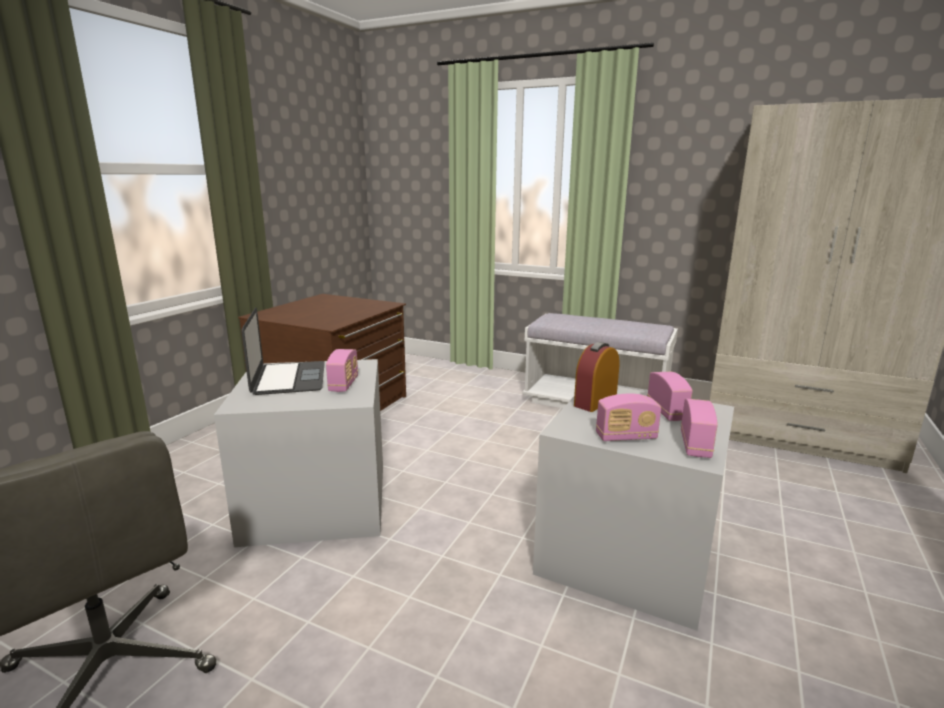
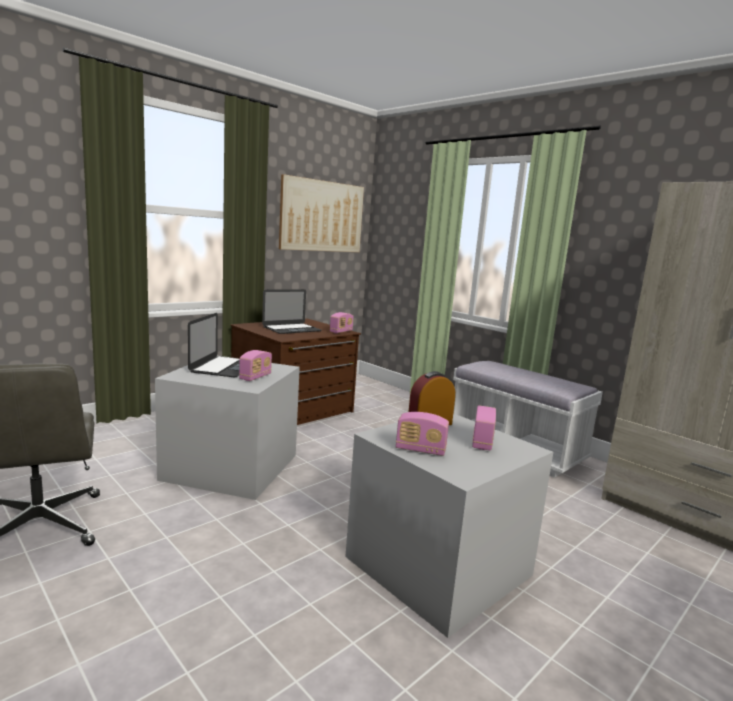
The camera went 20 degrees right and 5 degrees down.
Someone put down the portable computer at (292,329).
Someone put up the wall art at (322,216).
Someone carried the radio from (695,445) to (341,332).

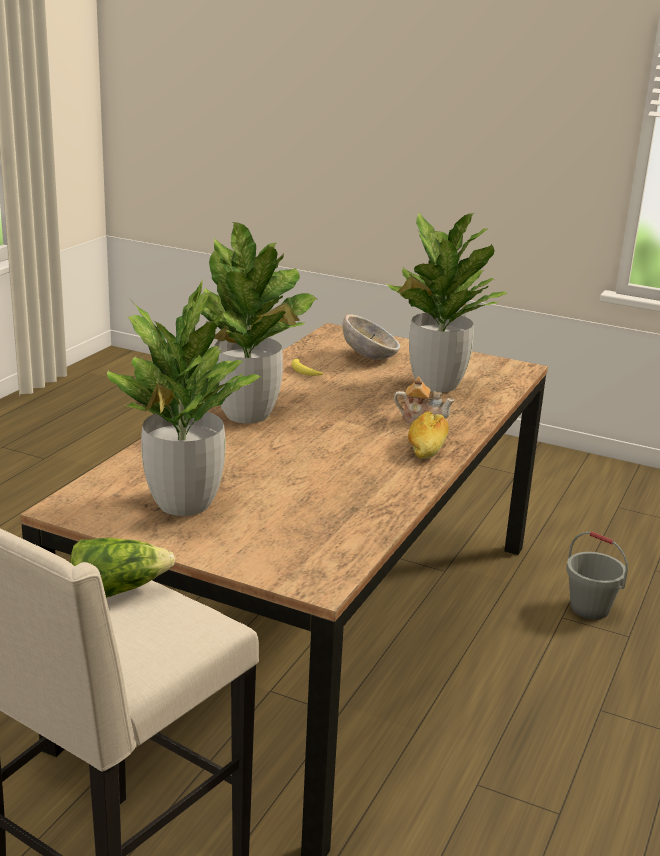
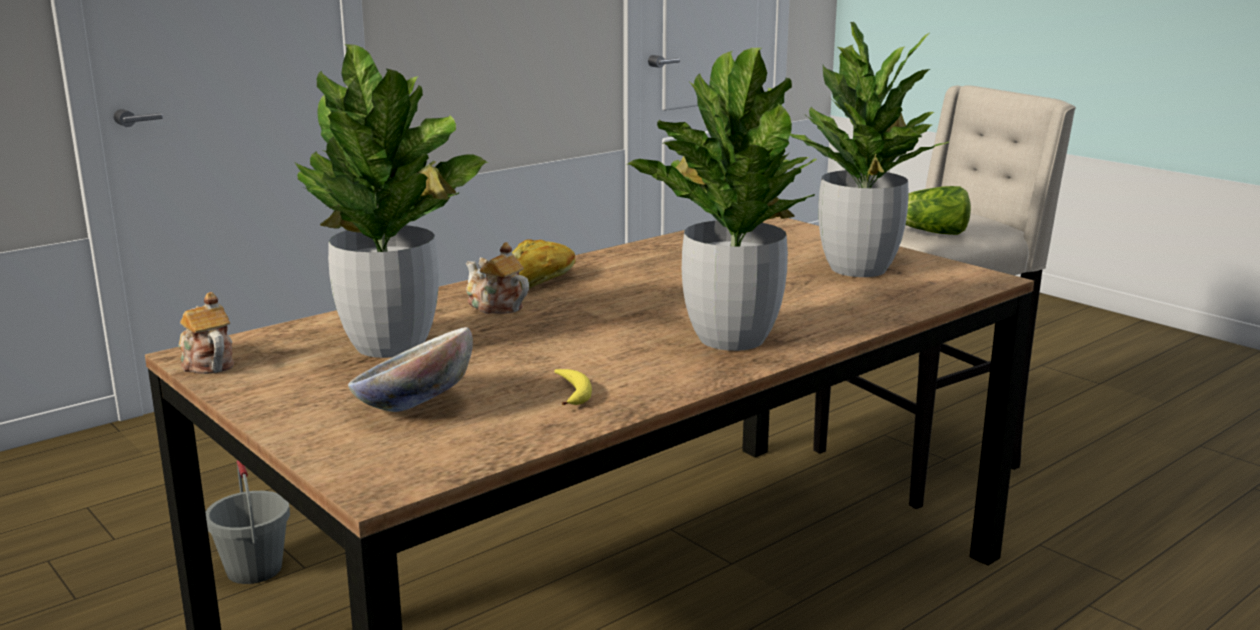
The camera went 155 degrees left and 5 degrees down.
Someone put down the pot for tea at (207,363).

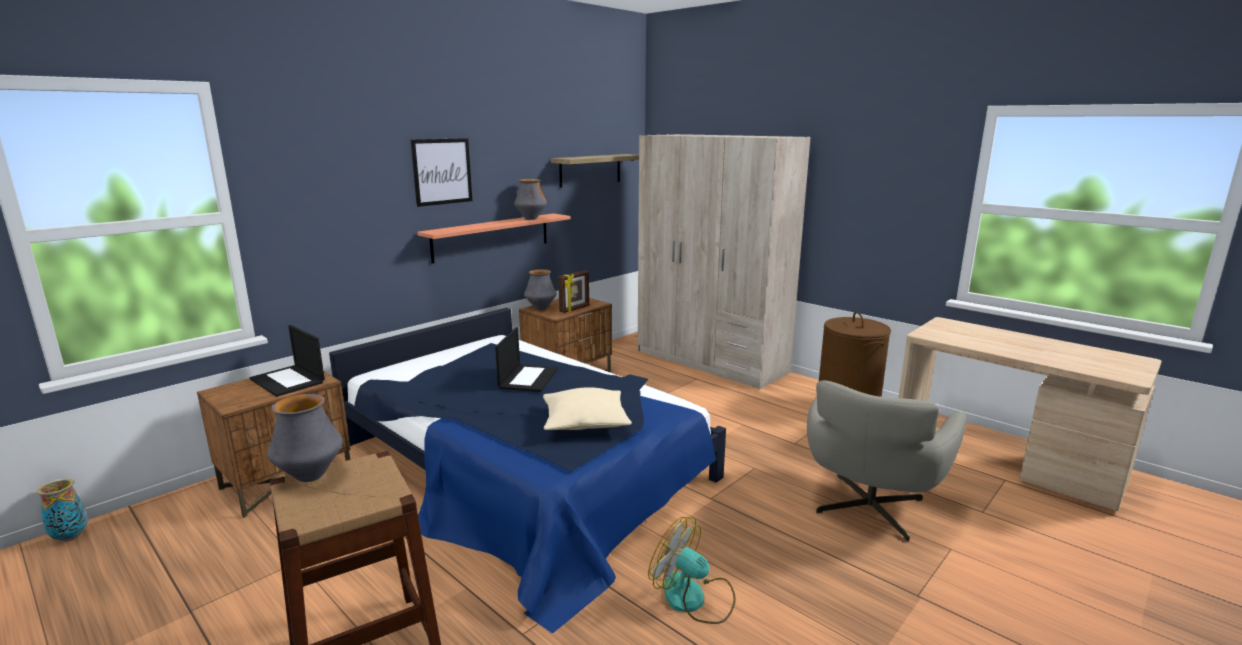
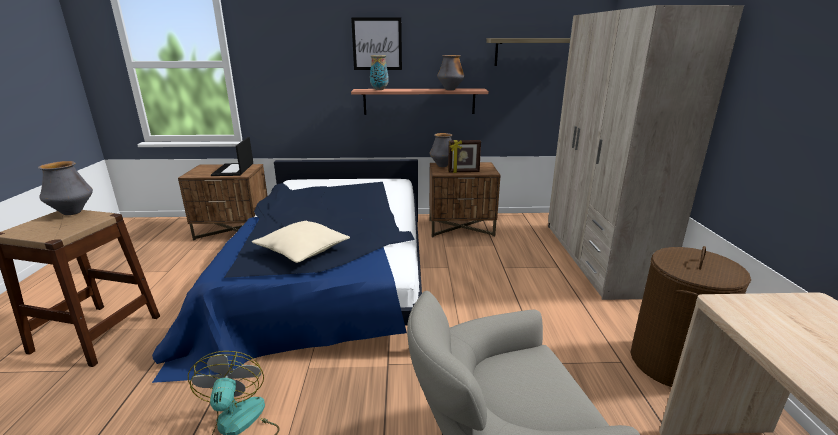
The camera went 45 degrees right and 5 degrees up.
Someone took away the portable computer at (528,378).
Someone carried the flower vase from (71,536) to (379,89).

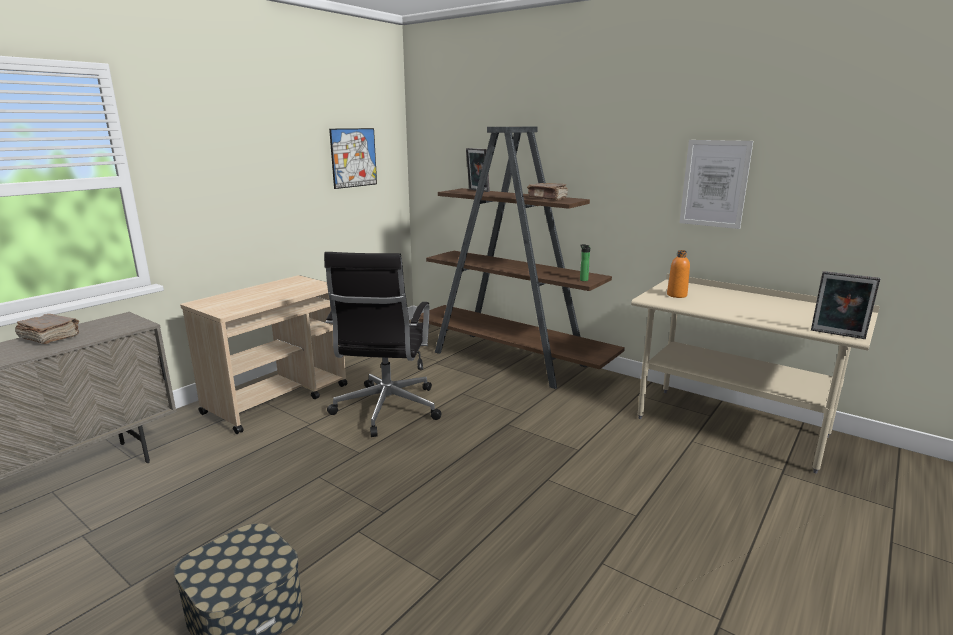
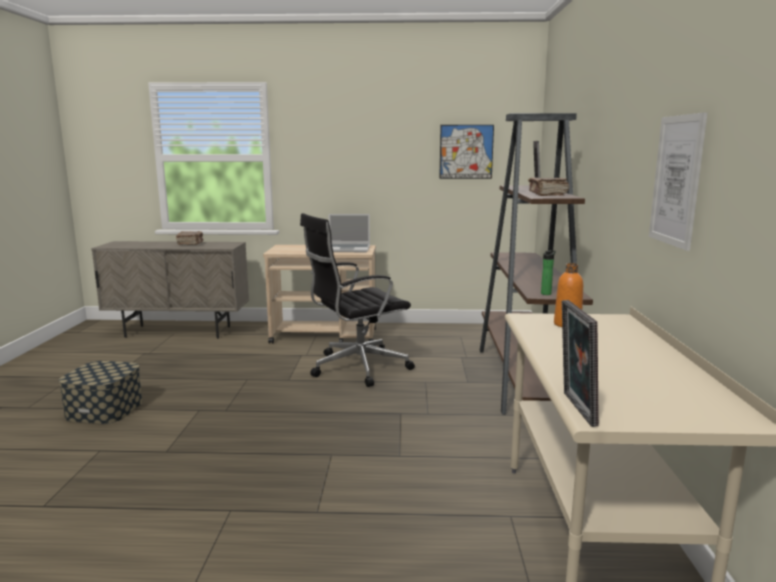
The camera went 55 degrees right and 5 degrees down.
Someone put down the portable computer at (348,249).

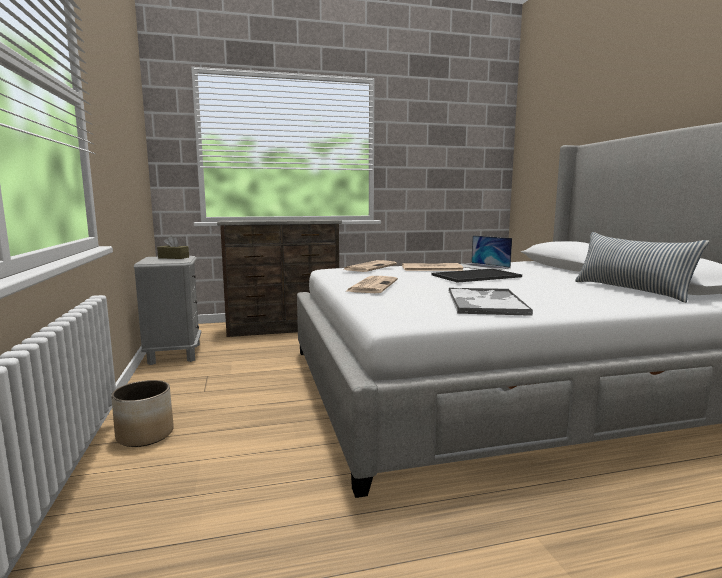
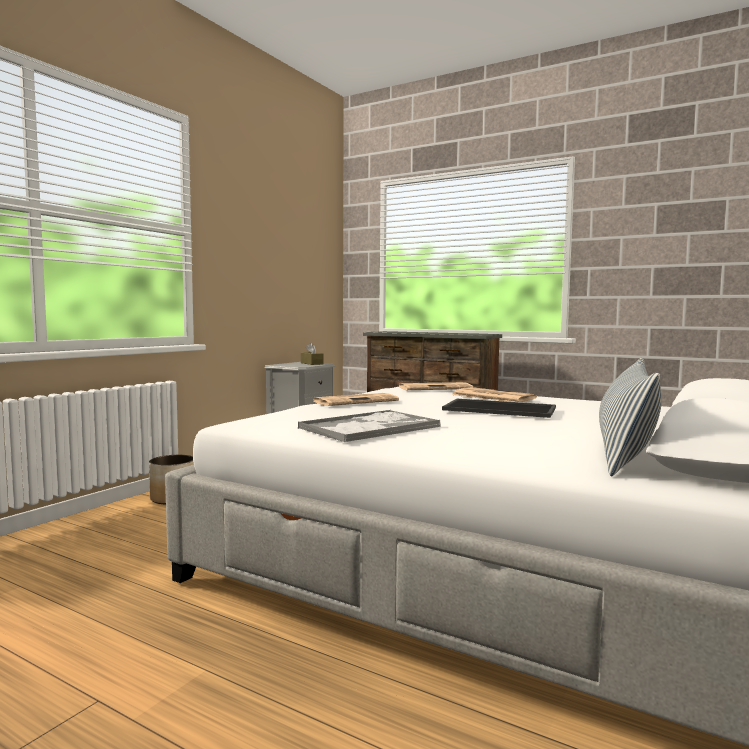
The camera went 45 degrees right and 5 degrees down.
Someone took away the portable computer at (481,267).

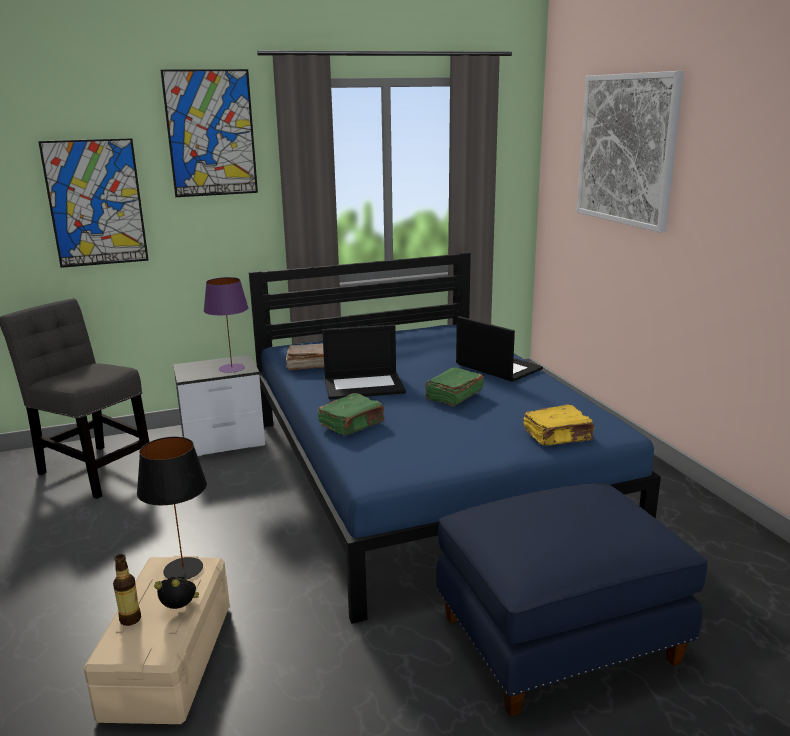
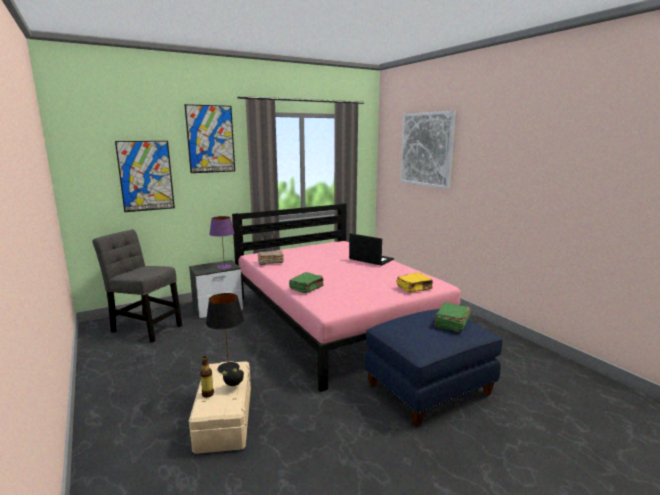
The camera went 10 degrees left and 5 degrees down.
Someone took away the portable computer at (364,386).
Someone carried the green bound book from (453,396) to (451,323).
Someone repainted the blue-coloured bedroom bed at (425,476), which became the pink bedroom bed at (336,319).

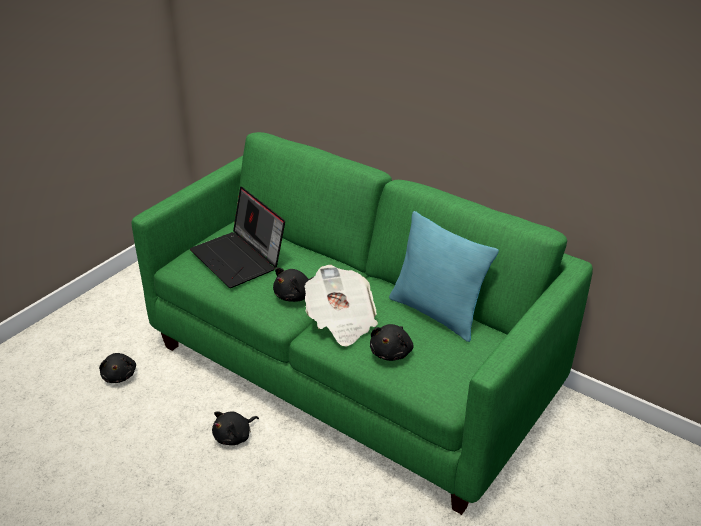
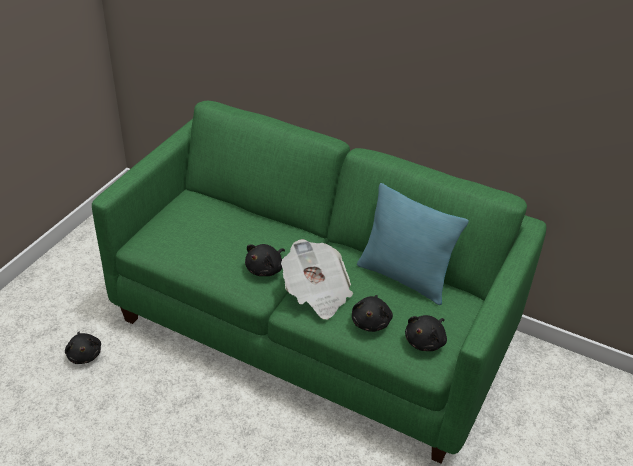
The camera went 10 degrees left and 5 degrees up.
Someone took away the portable computer at (240,258).
Someone carried the black-coloured plush toy from (234,436) to (426,341).

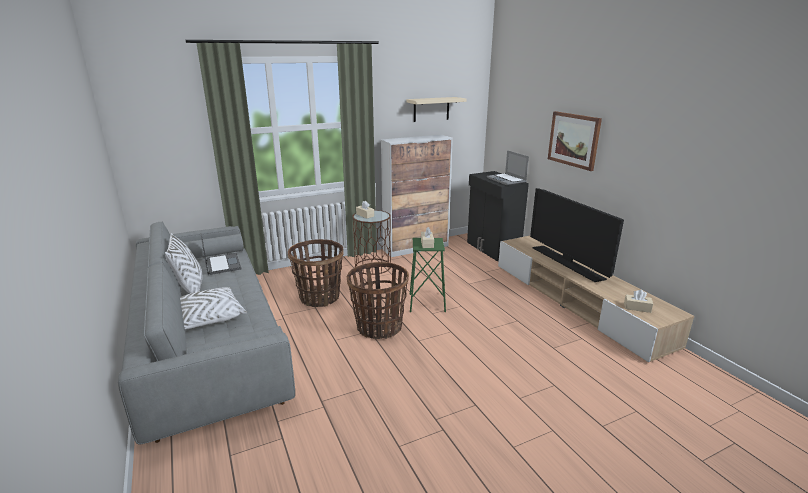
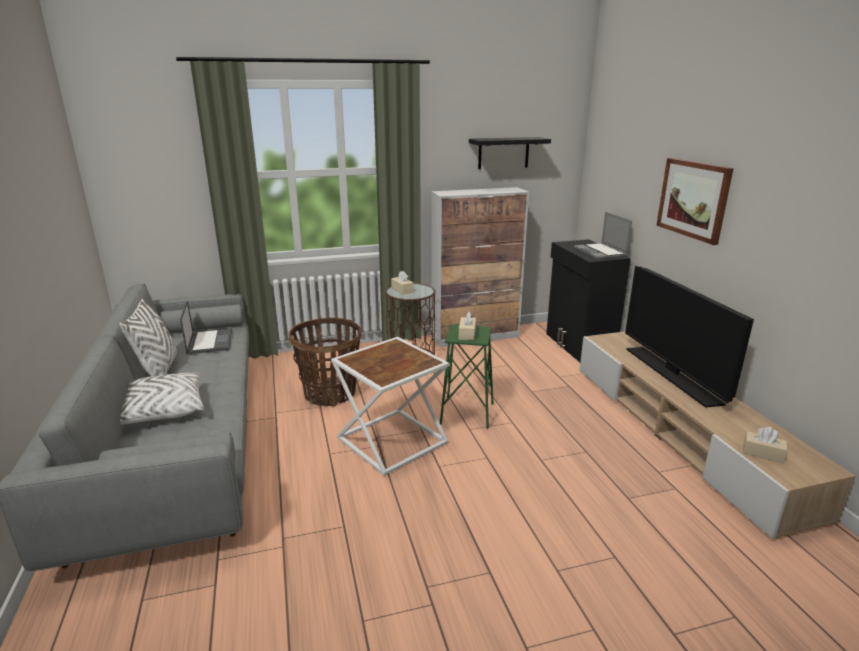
The camera went 10 degrees right and 0 degrees up.
Someone swapped the storage basket at (379,327) for the whitish side table at (392,442).
Someone repainted the sand-coloured shelf at (431,109), which became the black-coloured shelf at (503,153).

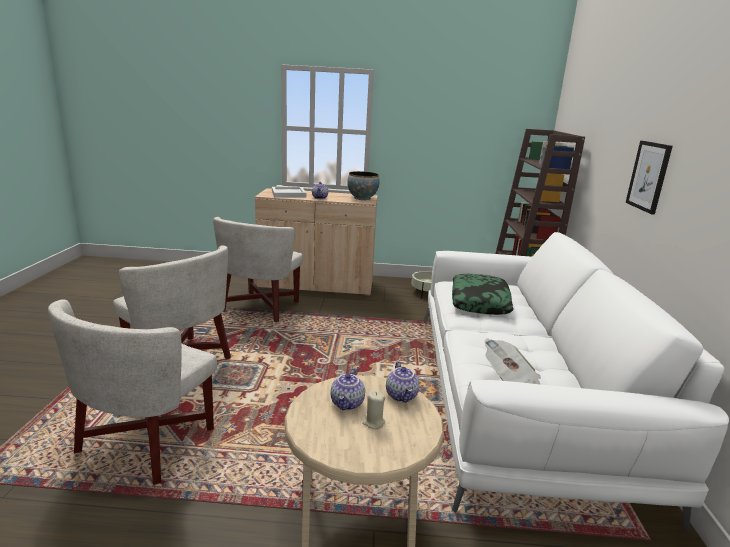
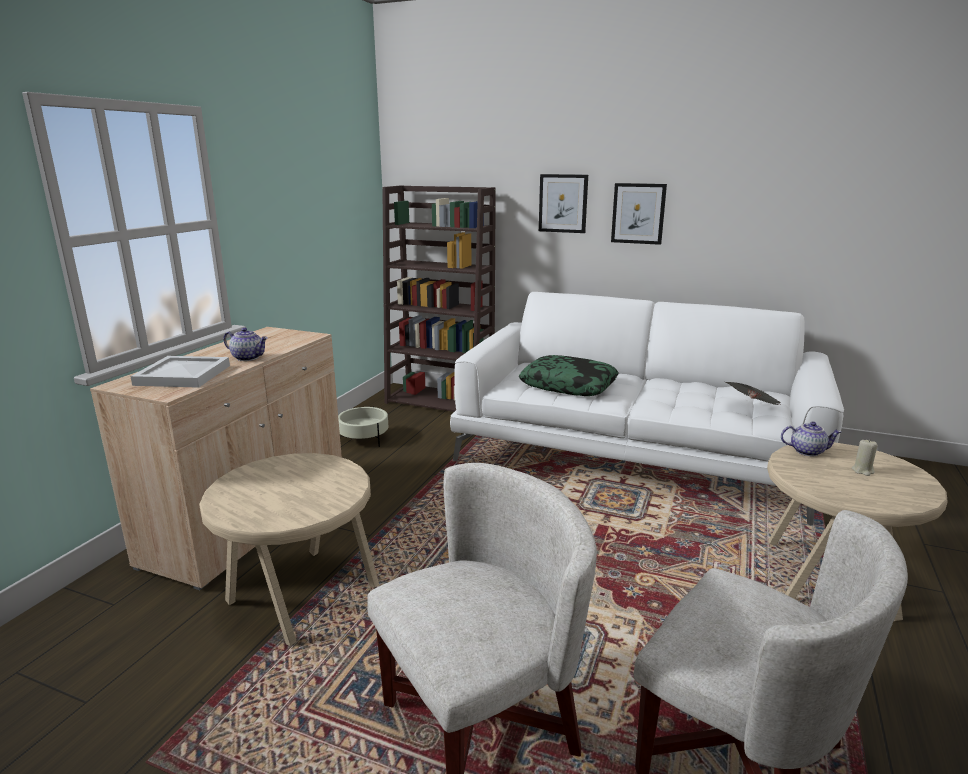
The camera went 70 degrees left and 0 degrees up.
Someone took away the pot for tea at (348,404).
Someone took away the bowl at (362,198).
Someone put up the wall art at (563,203).
Someone swapped the whitish armchair at (261,307) for the sand-coloured side table at (300,595).

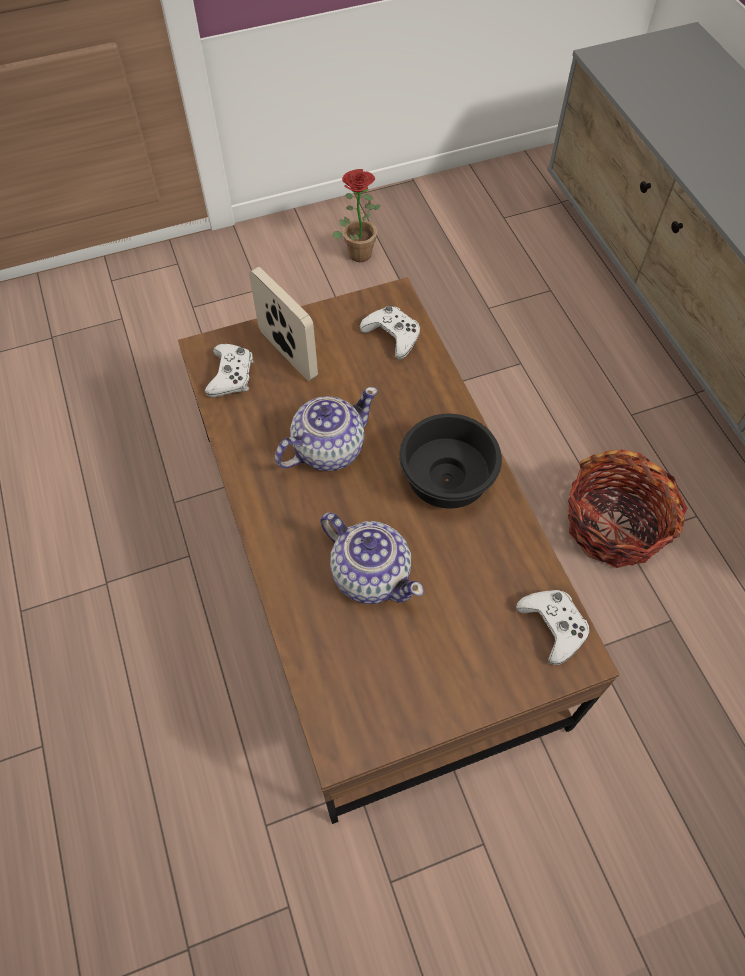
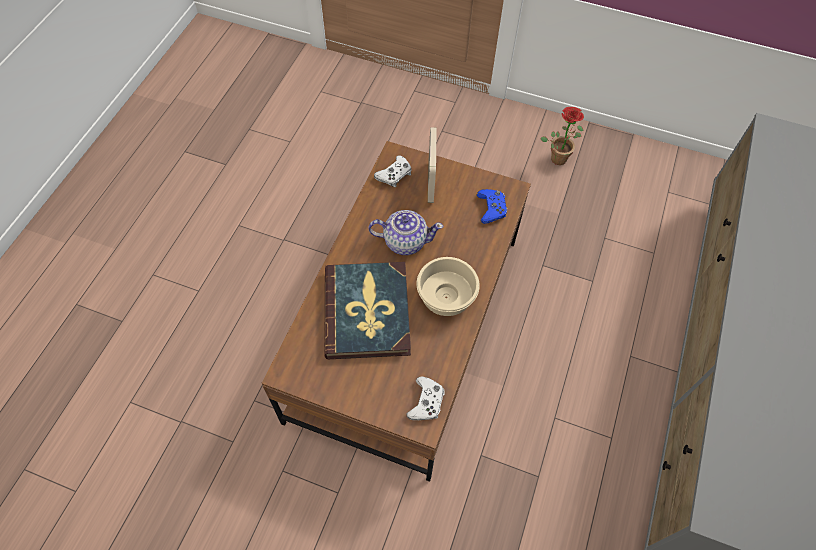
The camera went 40 degrees right and 0 degrees up.
Someone took away the storage basket at (614,525).
Someone swapped the pot for tea at (370,573) for the bound book at (368,312).
Someone repainted the whitish gamepad at (392,336), which became the blue-coloured gamepad at (491,208).
Someone repainted the black-coloured bowl at (444,482), which became the sand-coloured bowl at (444,297).

